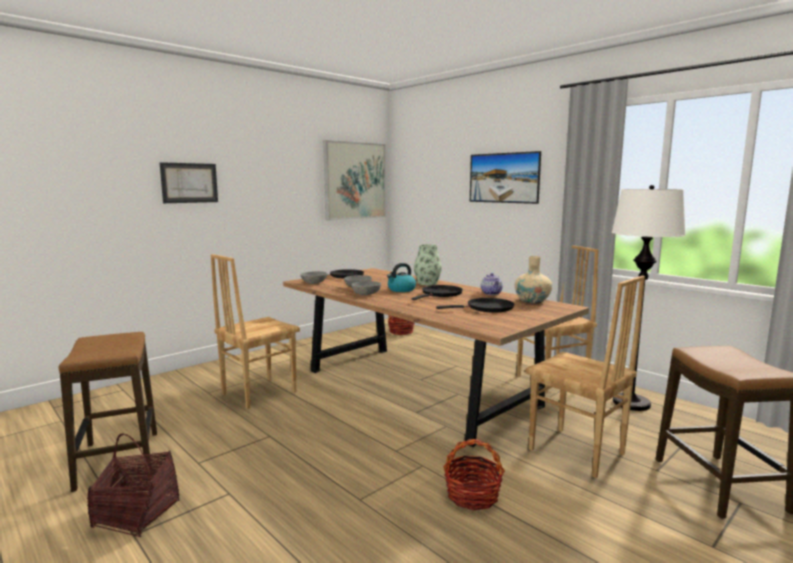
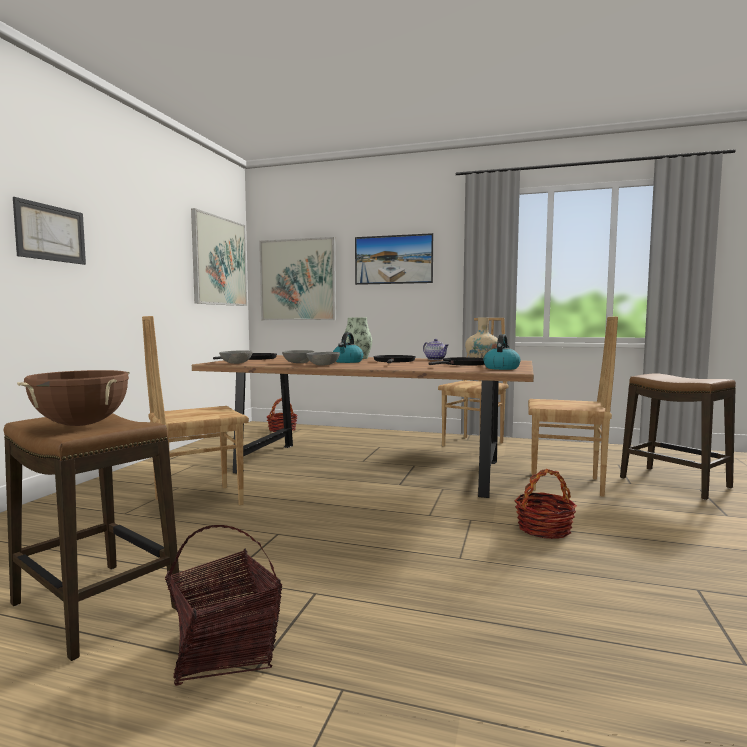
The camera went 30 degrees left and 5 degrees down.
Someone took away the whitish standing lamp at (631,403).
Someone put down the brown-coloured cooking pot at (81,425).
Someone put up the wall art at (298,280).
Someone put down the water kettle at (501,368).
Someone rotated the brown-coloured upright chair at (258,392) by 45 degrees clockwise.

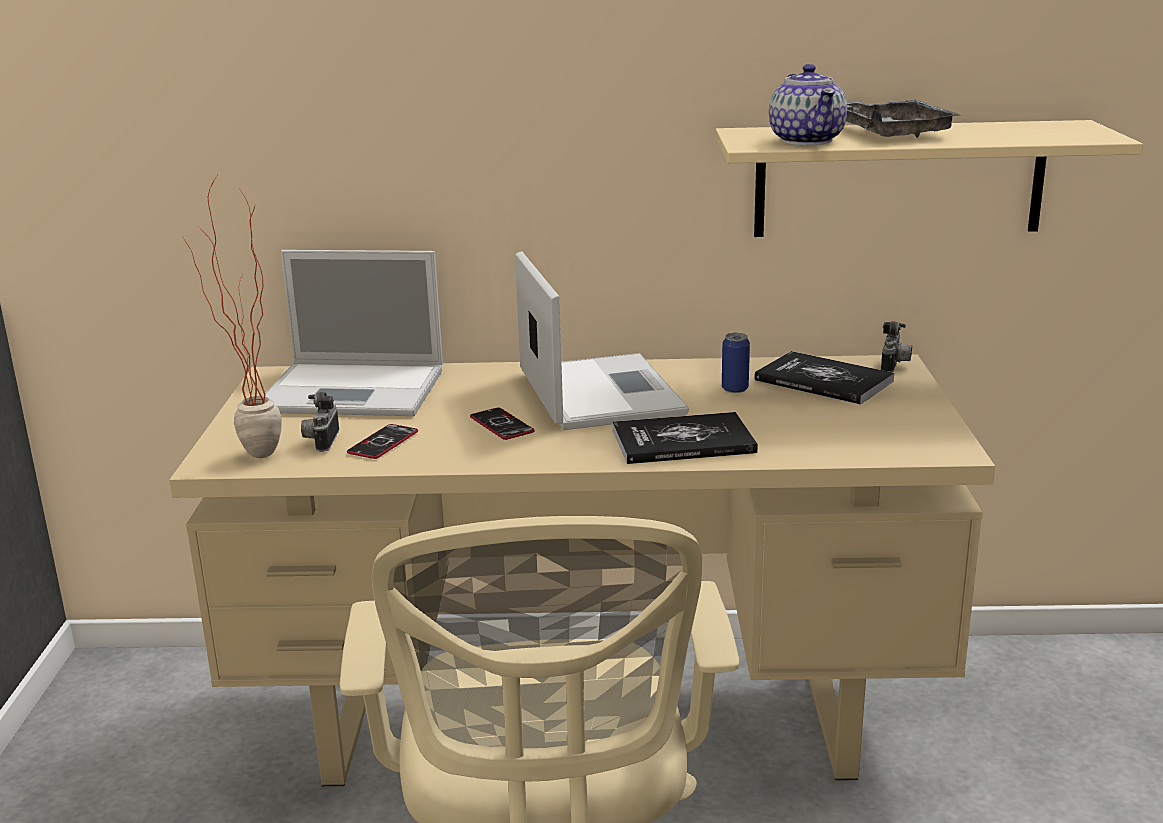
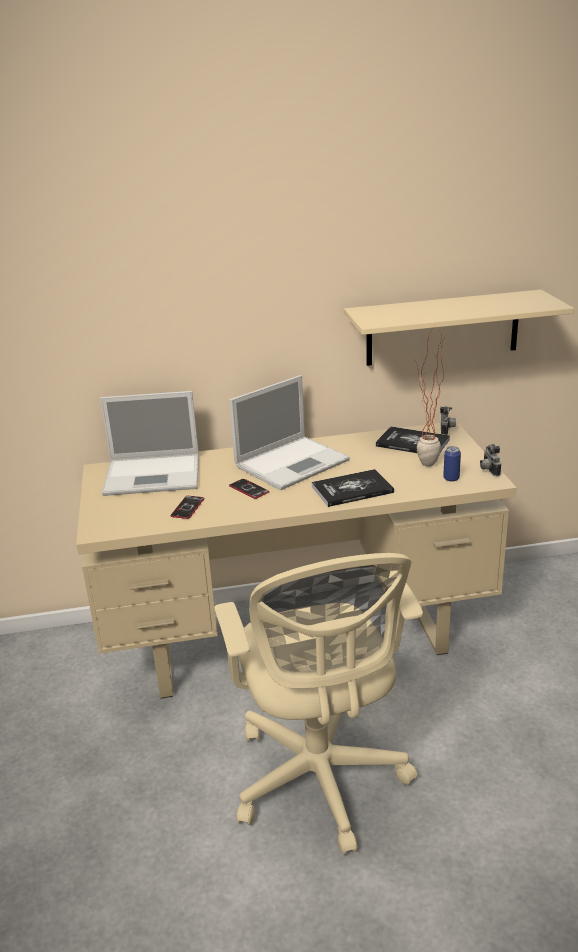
The camera went 10 degrees left and 5 degrees up.
Someone took away the pot for tea at (807,140).
Someone took away the greyish carrying tray at (893,133).
Someone carried the potted plant from (250,459) to (425,467).
Someone carried the photo camera from (321,441) to (488,470).
Someone carried the sealed can from (735,389) to (451,478).
Someone rotated the portable computer at (598,392) by 75 degrees clockwise.

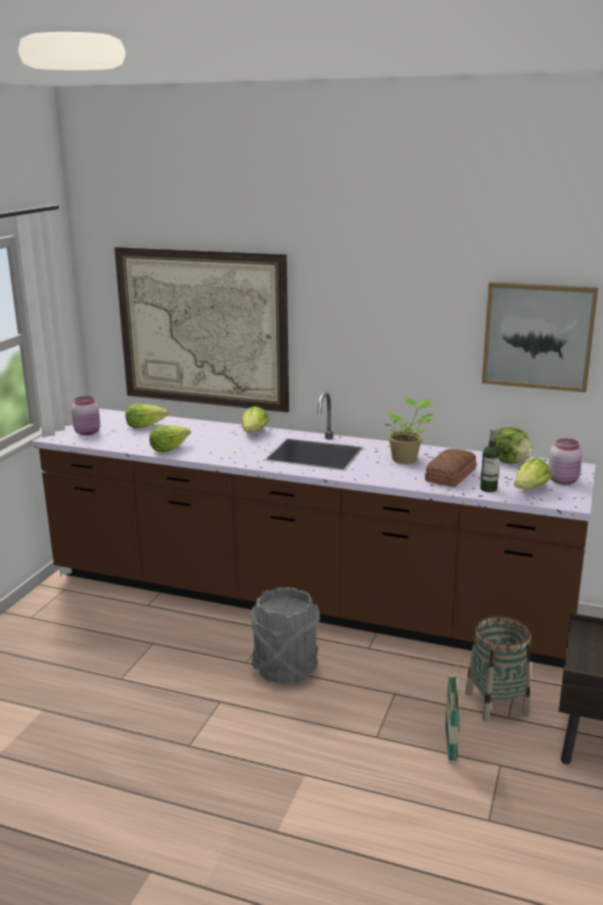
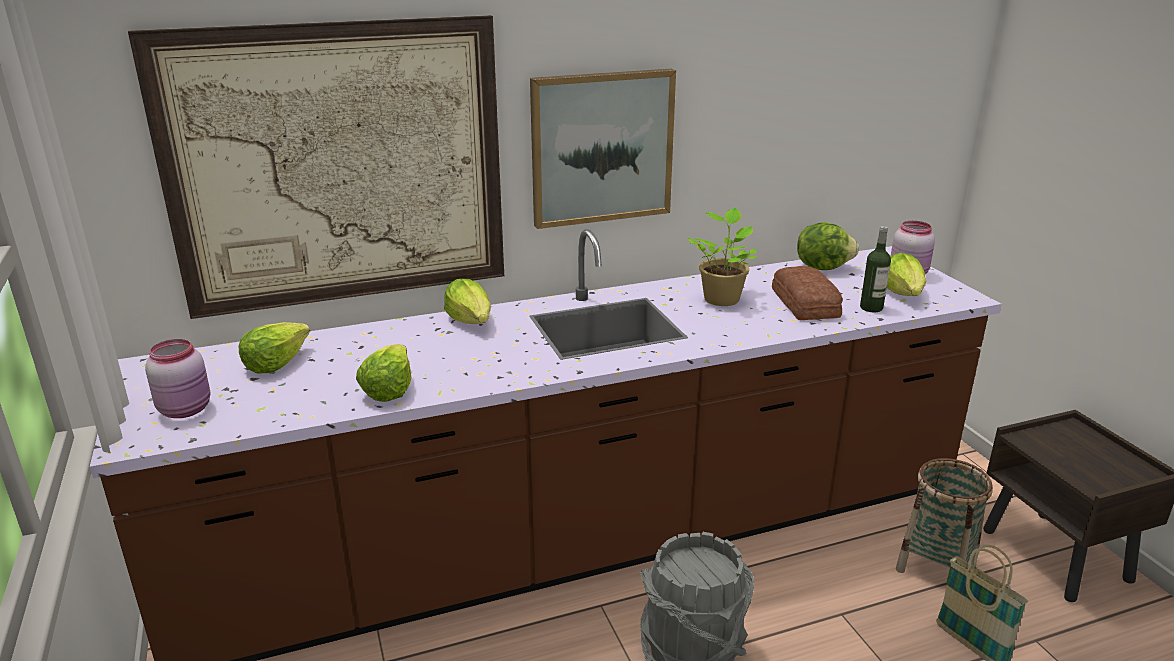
The camera went 40 degrees left and 5 degrees up.
Someone carried the wall art from (538,336) to (601,147).

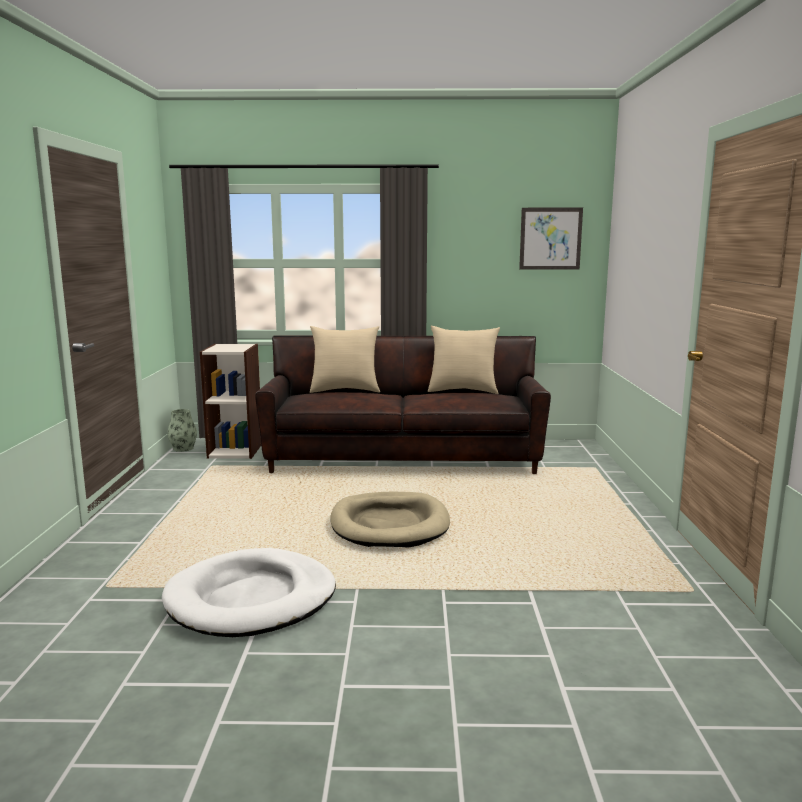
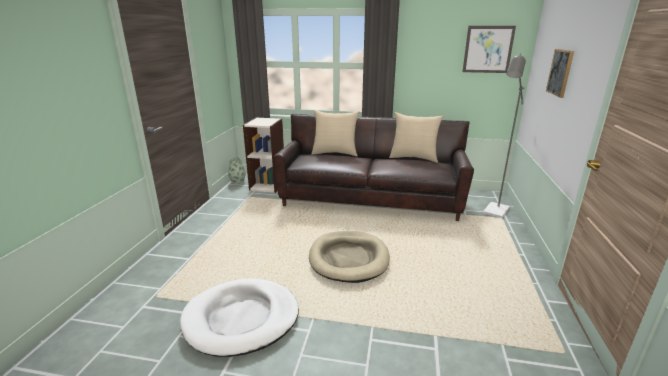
The camera went 10 degrees right and 10 degrees up.
Someone put down the greyish standing lamp at (494,213).
Someone put up the wall art at (560,72).

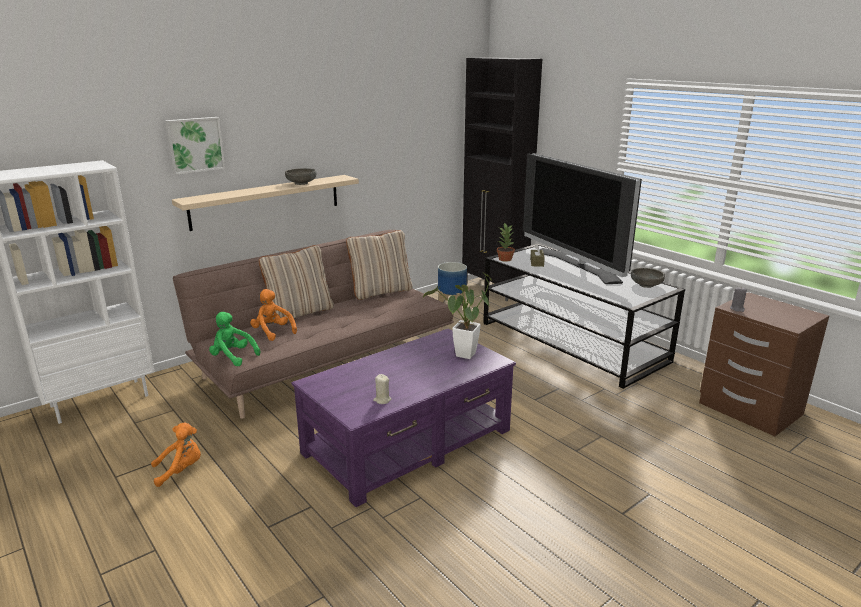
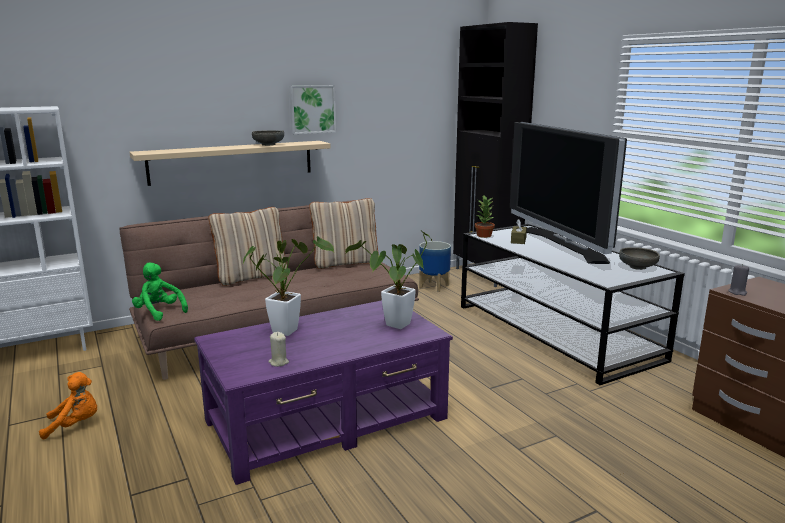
The camera went 10 degrees right and 5 degrees down.
Someone took away the orangey plush toy at (273,332).
Someone put down the potted plant at (288,329).
Someone carried the wall art from (195,145) to (312,109).

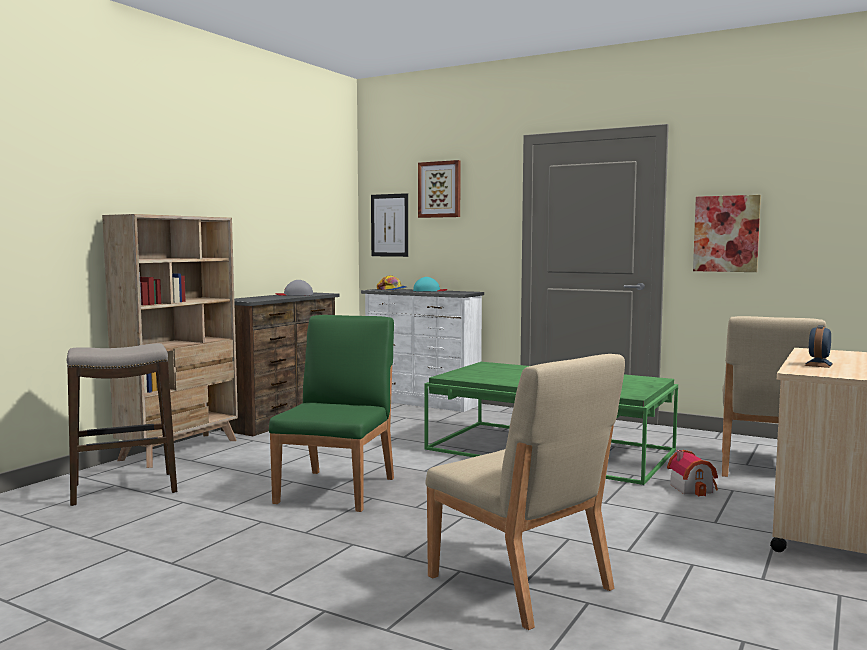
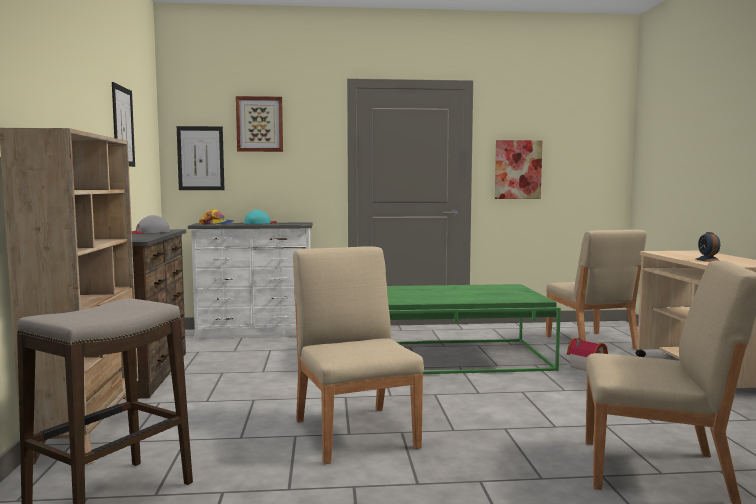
The camera went 35 degrees left and 0 degrees up.
Someone put up the wall art at (123,126).
Someone repainted the green upright chair at (337,489), which became the sand-coloured upright chair at (355,432).

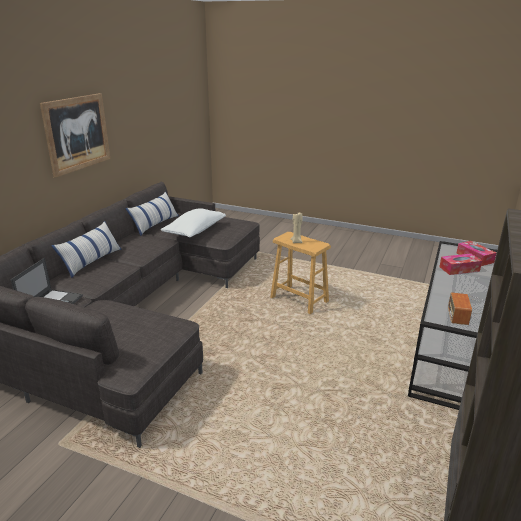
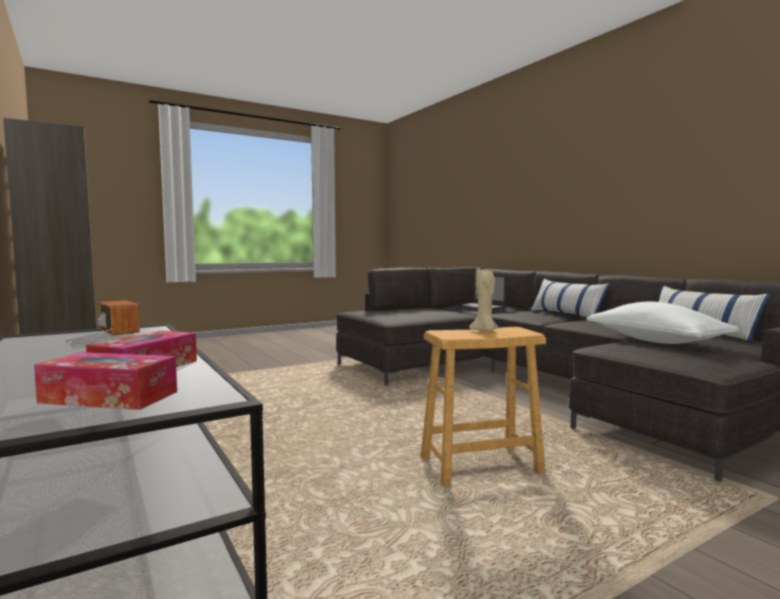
The camera went 125 degrees right and 20 degrees down.
Someone took away the wall art at (77,133).

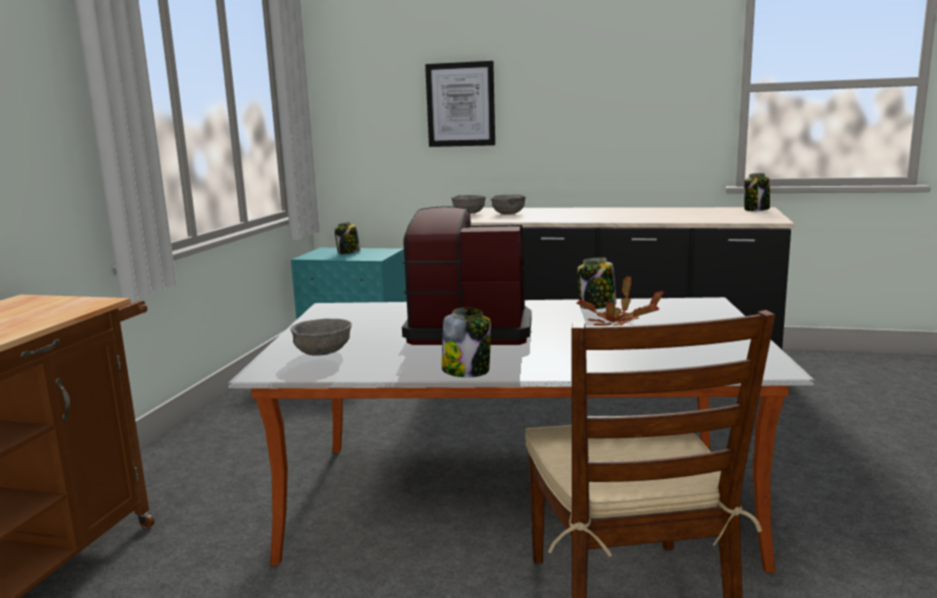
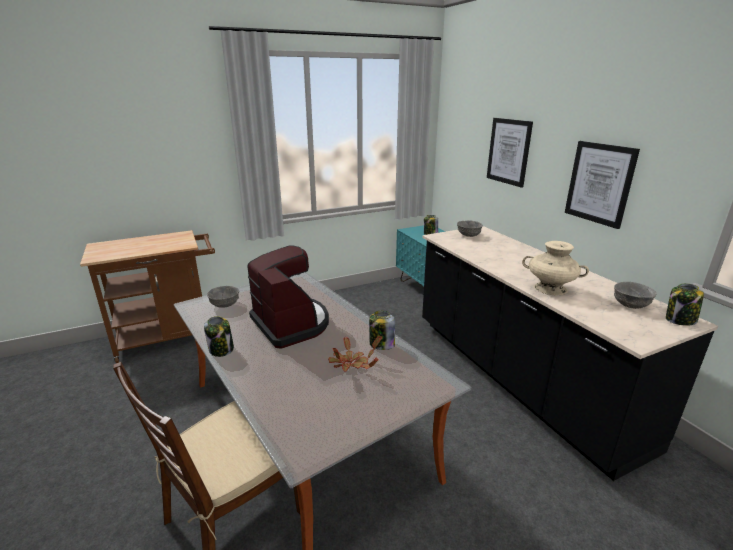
The camera went 50 degrees right and 10 degrees up.
Someone put down the sand-coloured flower vase at (550,288).
Someone put up the wall art at (599,183).
Someone carried the greyish bowl from (509,213) to (631,305).

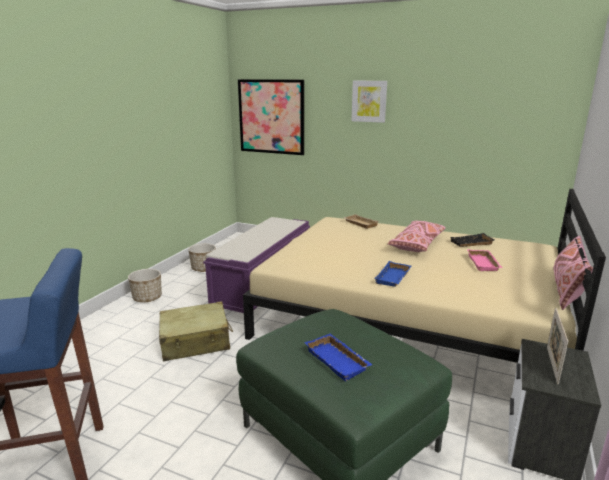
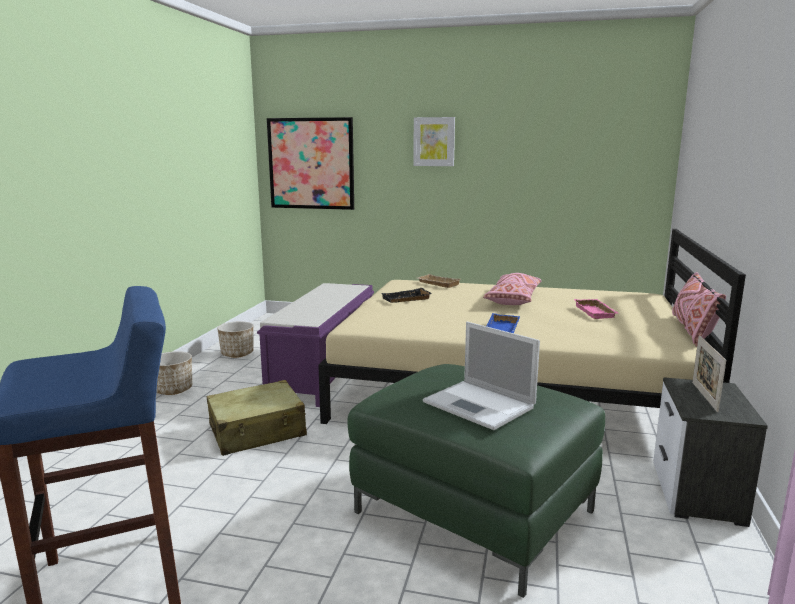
The camera went 10 degrees left and 5 degrees down.
Someone carried the black-coloured carrying tray from (471,243) to (406,299).
Someone swapped the blue-coloured carrying tray at (339,360) for the portable computer at (480,405).

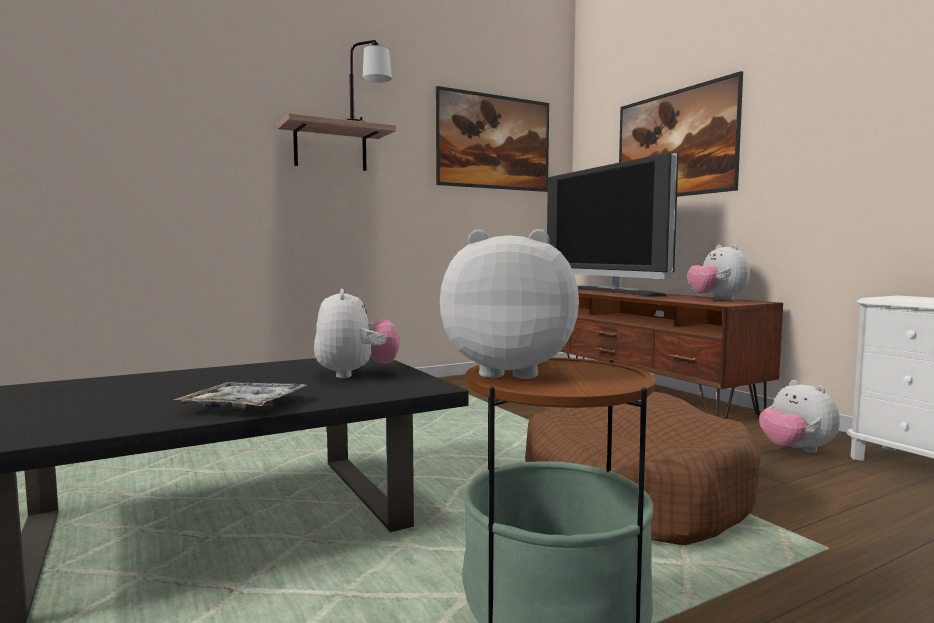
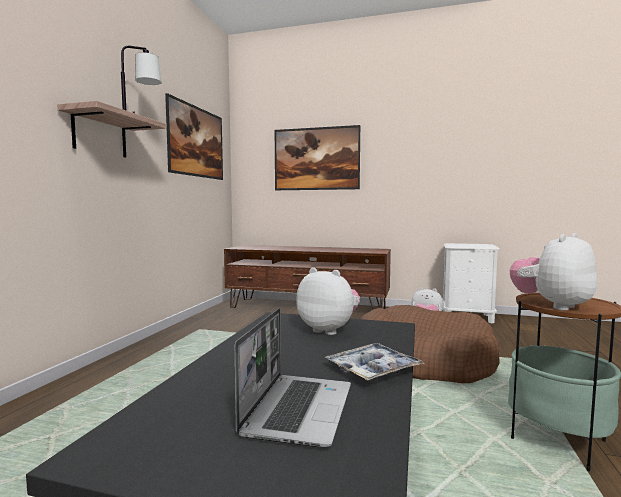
The camera went 45 degrees left and 0 degrees up.
Someone took away the TV at (610,291).
Someone took away the plush toy at (717,299).
Someone put down the portable computer at (298,409).

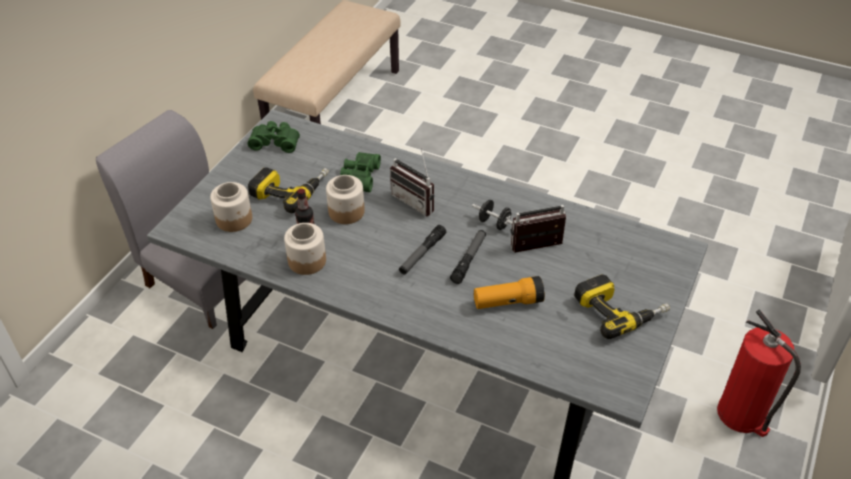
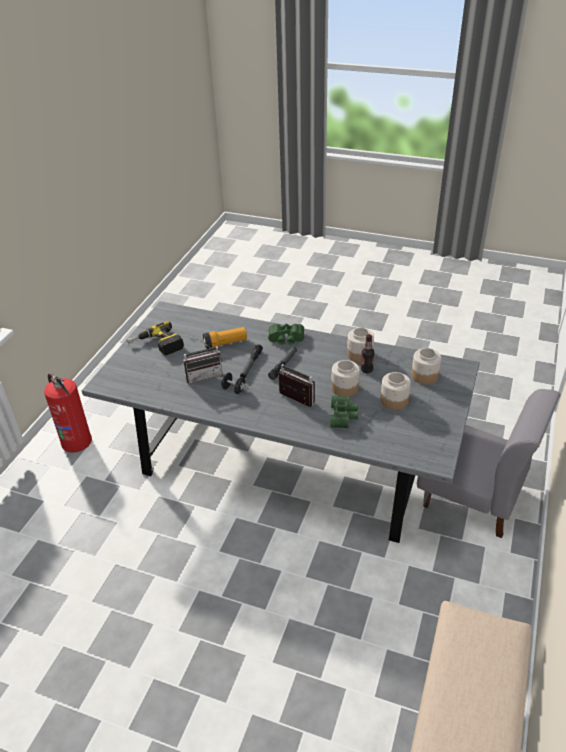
The camera went 175 degrees right and 5 degrees down.
Someone carried the green binoculars from (275,142) to (286,339).
Someone swapped the power drill at (290,190) for the jar at (394,400).

